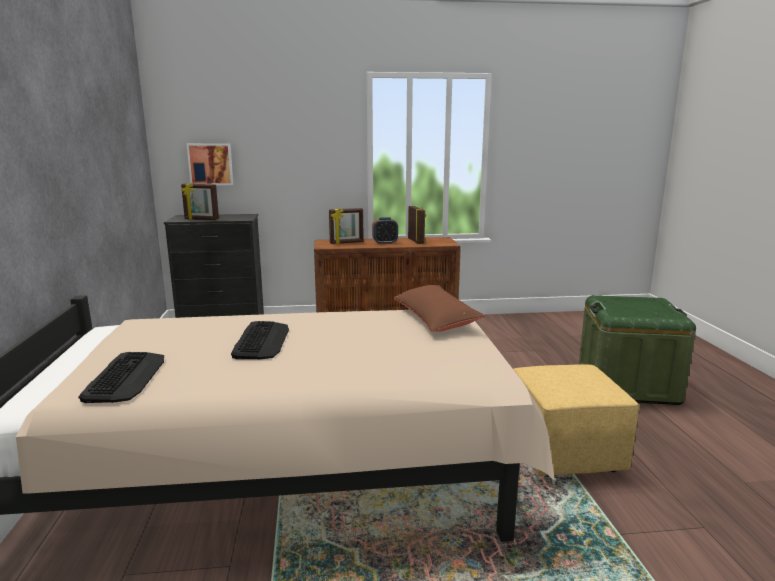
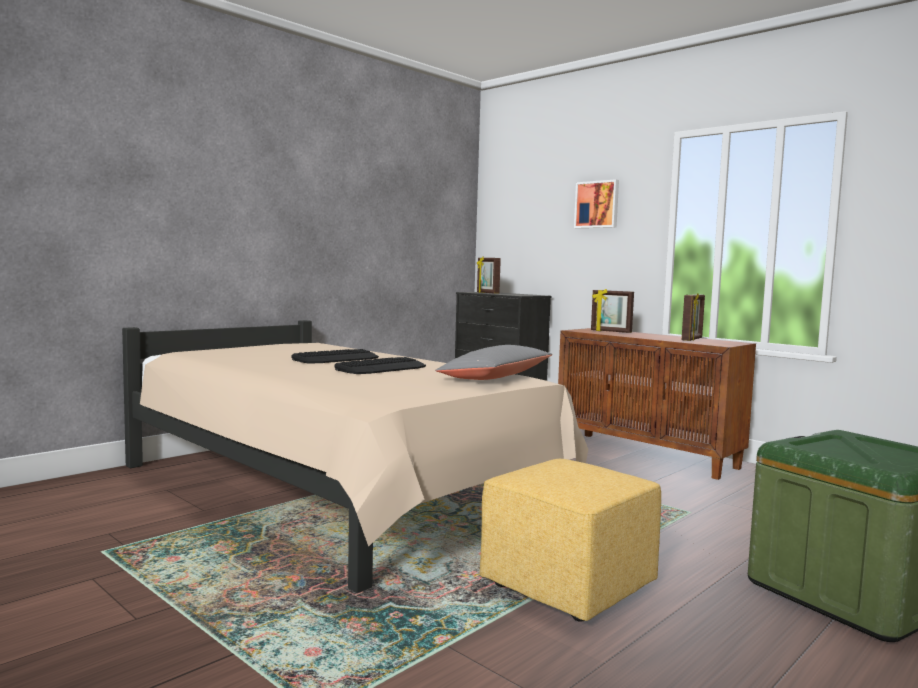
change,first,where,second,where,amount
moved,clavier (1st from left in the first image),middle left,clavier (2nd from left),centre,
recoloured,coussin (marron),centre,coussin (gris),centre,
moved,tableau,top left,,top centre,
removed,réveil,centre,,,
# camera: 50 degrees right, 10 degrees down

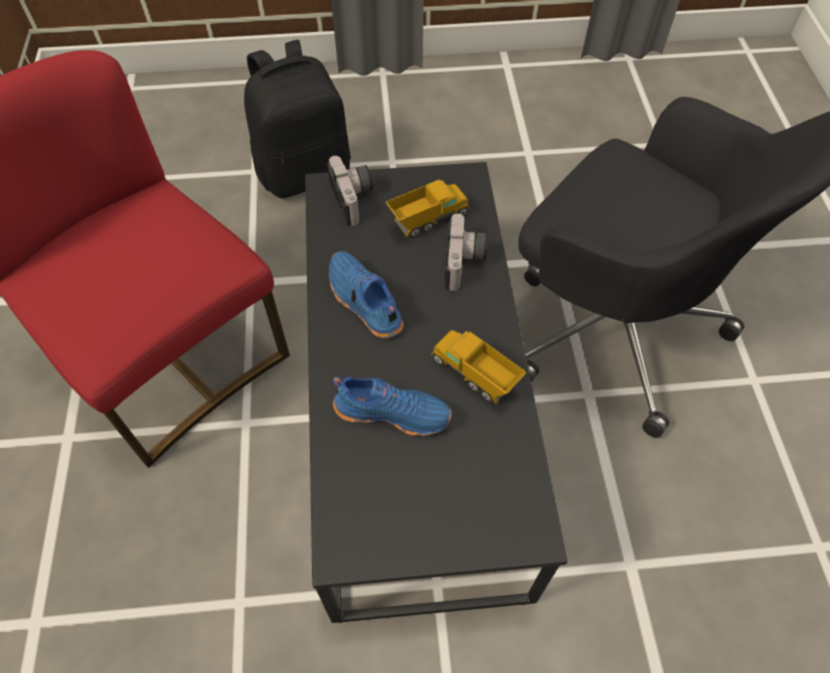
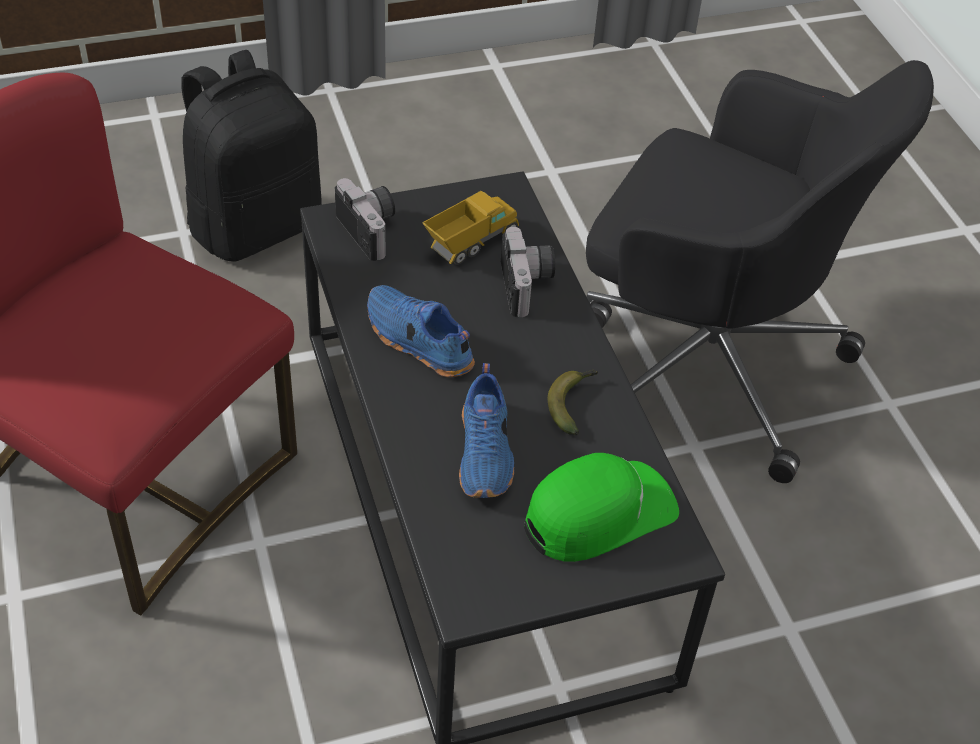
change,first,where,second,where,amount
turned,chaussure (bleu) (2nd from left),centre,,centre,90 degrees clockwise
added,,,casquette (vert),bottom centre,
replaced,camion jouet (2nd from left),centre,banane,centre,
# camera: 15 degrees left, 10 degrees down

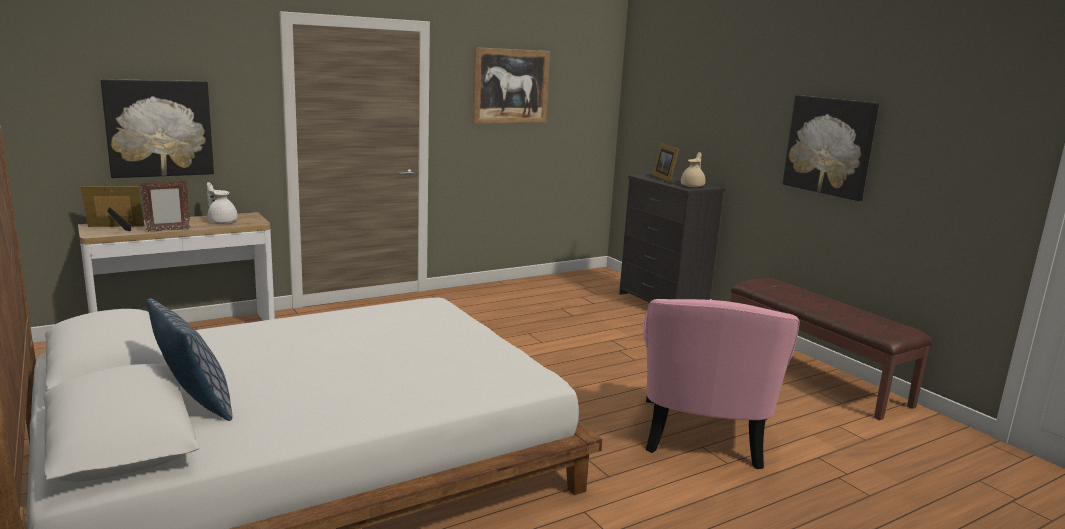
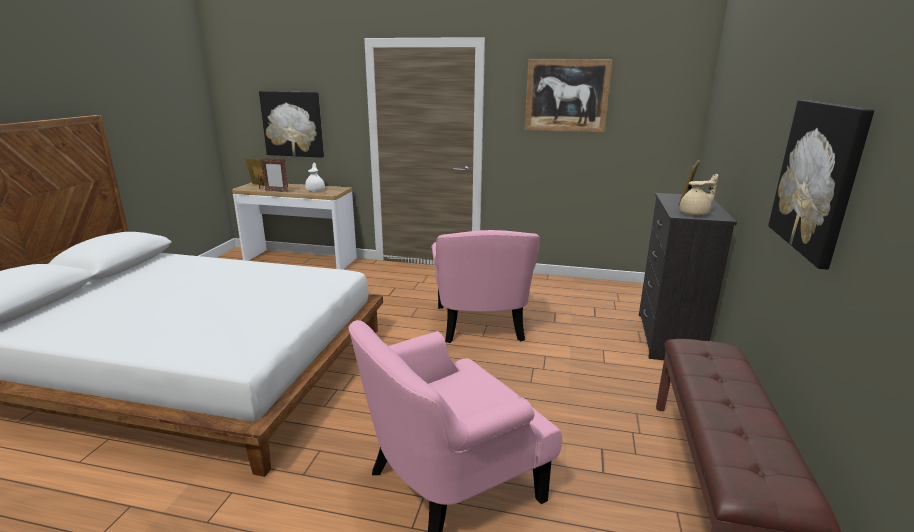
change,first,where,second,where,amount
added,,,fauteuil (rose) (2nd from left),centre,
removed,coussin,bottom left,,,
# camera: 45 degrees right, 5 degrees up

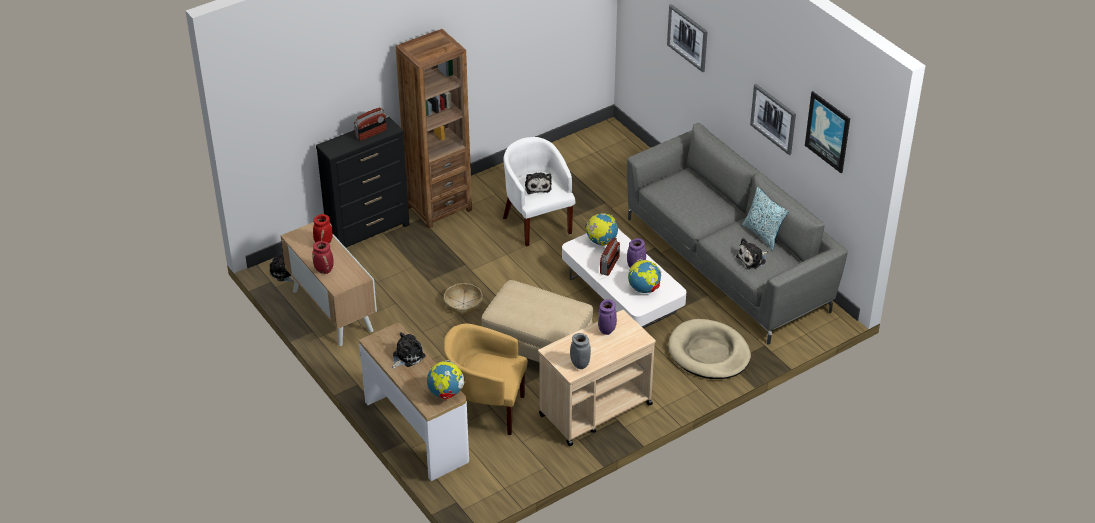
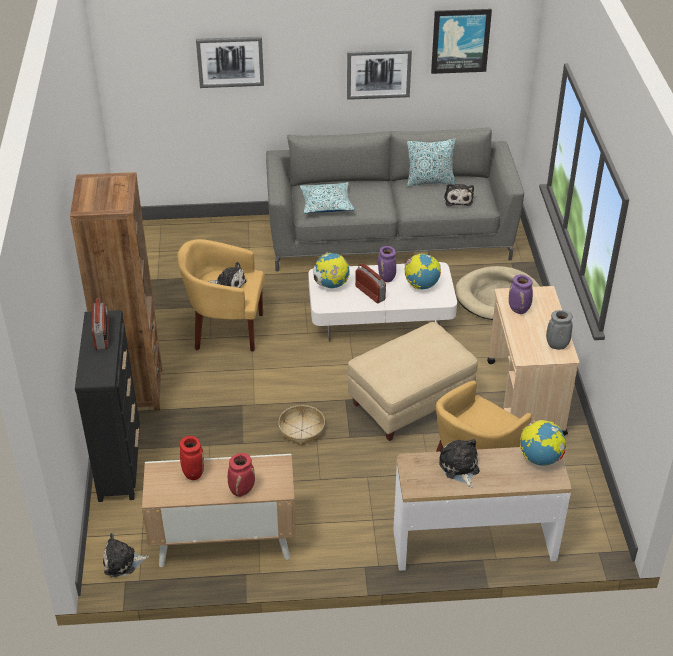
change,first,where,second,where,amount
recoloured,fauteuil (blanc),centre,fauteuil (jaune) (1st from left),middle left,
added,,,coussin (1st from left),top centre,
# camera: 60 degrees left, 0 degrees up

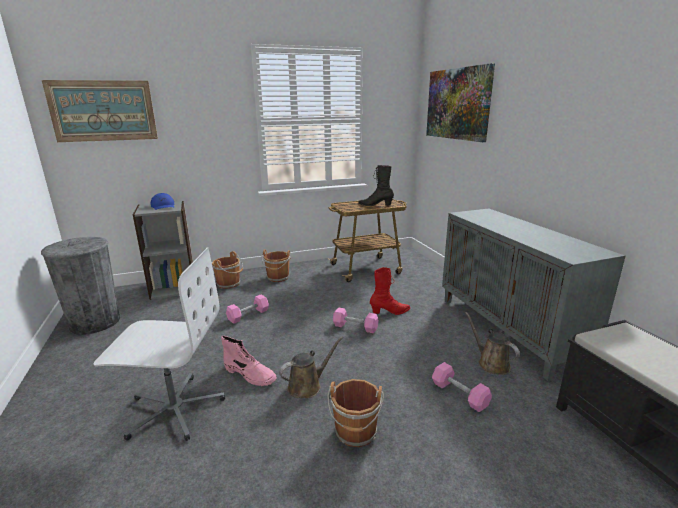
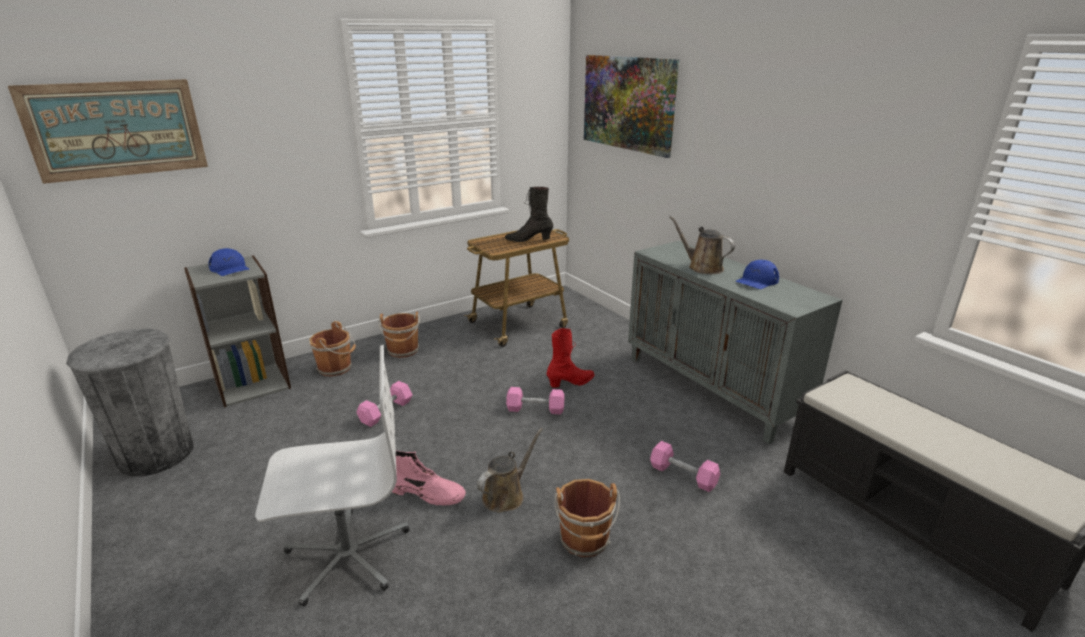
change,first,where,second,where,amount
moved,arrosoir (marron) (2nd from left),bottom right,,centre,
added,,,casquette (bleu) (2nd from left),middle right,
# camera: 15 degrees left, 5 degrees up

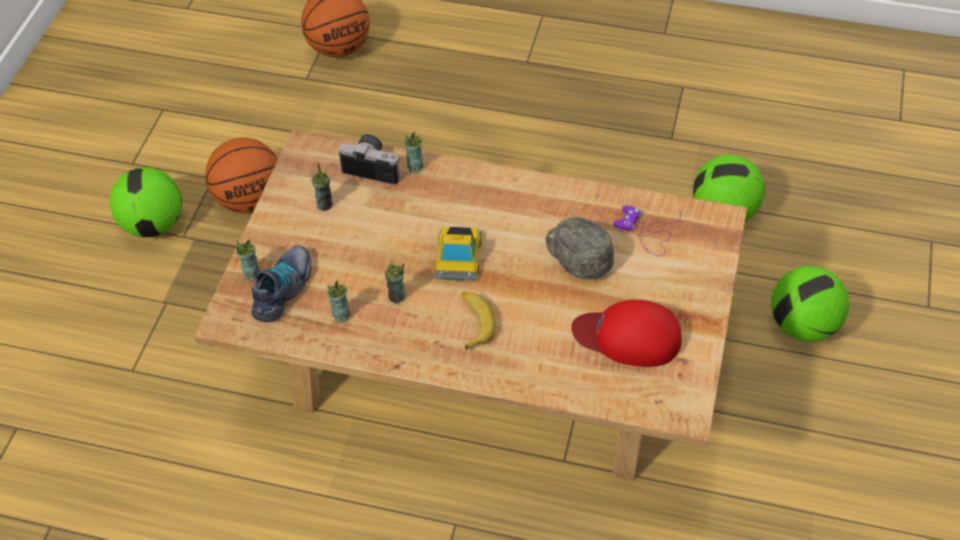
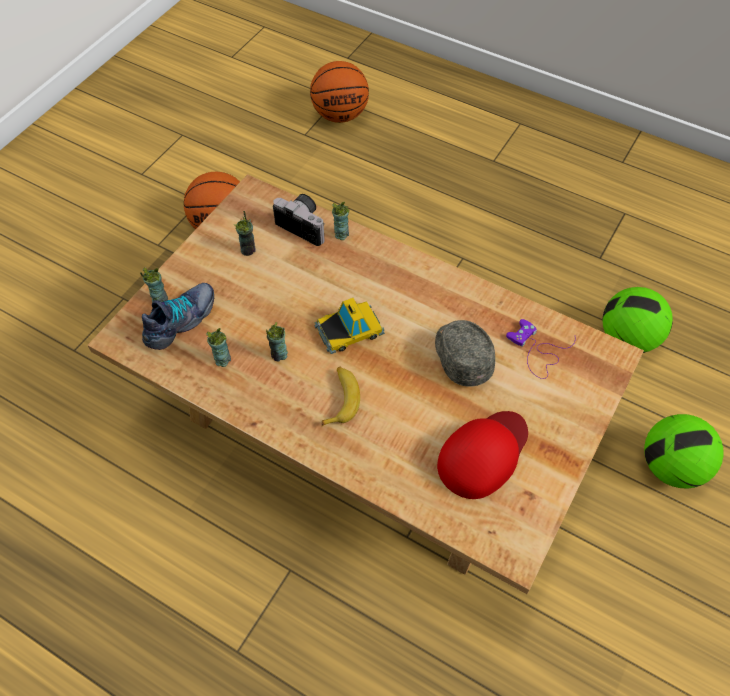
change,first,where,second,where,amount
turned,petite voiture,centre,,centre,135 degrees counterclockwise
turned,casquette (rouge),centre,,centre,105 degrees clockwise
removed,ballon de foot (1st from left),middle left,,,
# camera: 15 degrees right, 5 degrees up

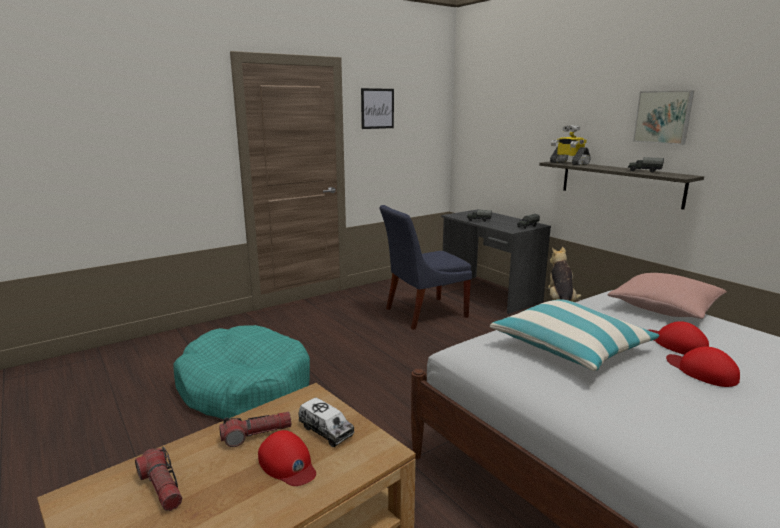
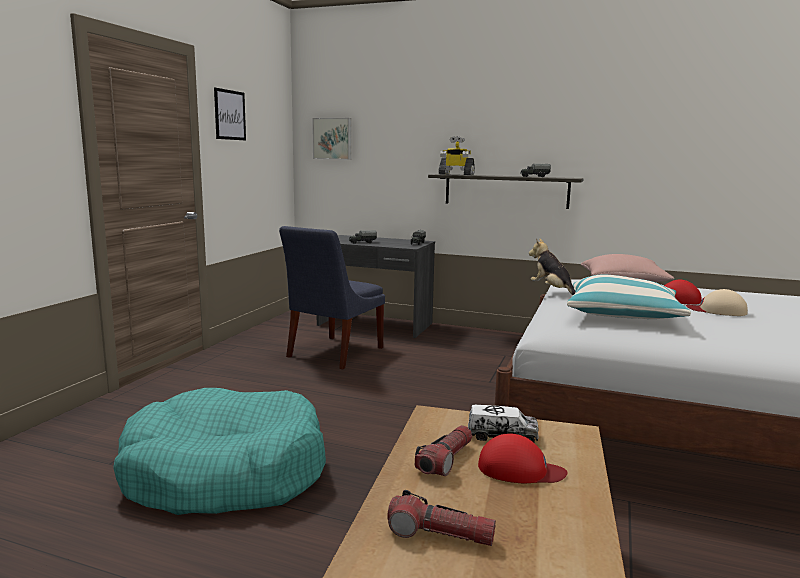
change,first,where,second,where,amount
moved,tableau (2nd from left),top right,,top centre,
recoloured,casquette (rouge) (3rd from left),bottom right,casquette (beige),middle right,
# camera: 35 degrees left, 5 degrees down

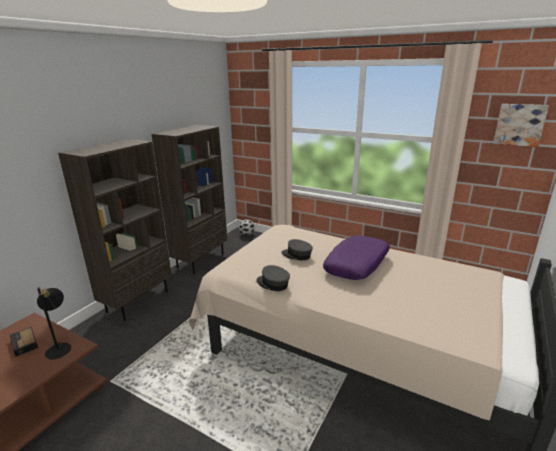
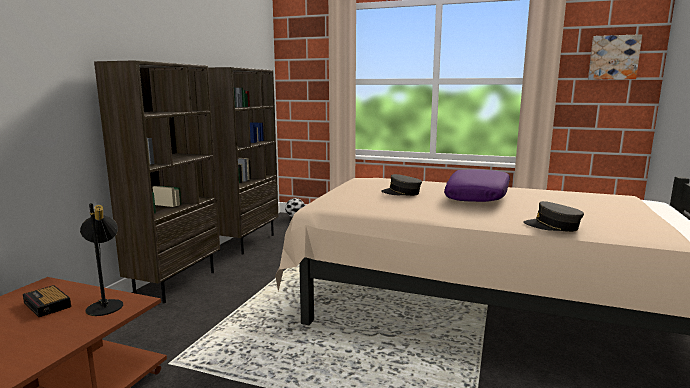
change,first,where,second,where,amount
moved,casquette (gris) (1st from left in the first image),centre,casquette (gris) (2nd from left),middle right,
# camera: 10 degrees left, 10 degrees down

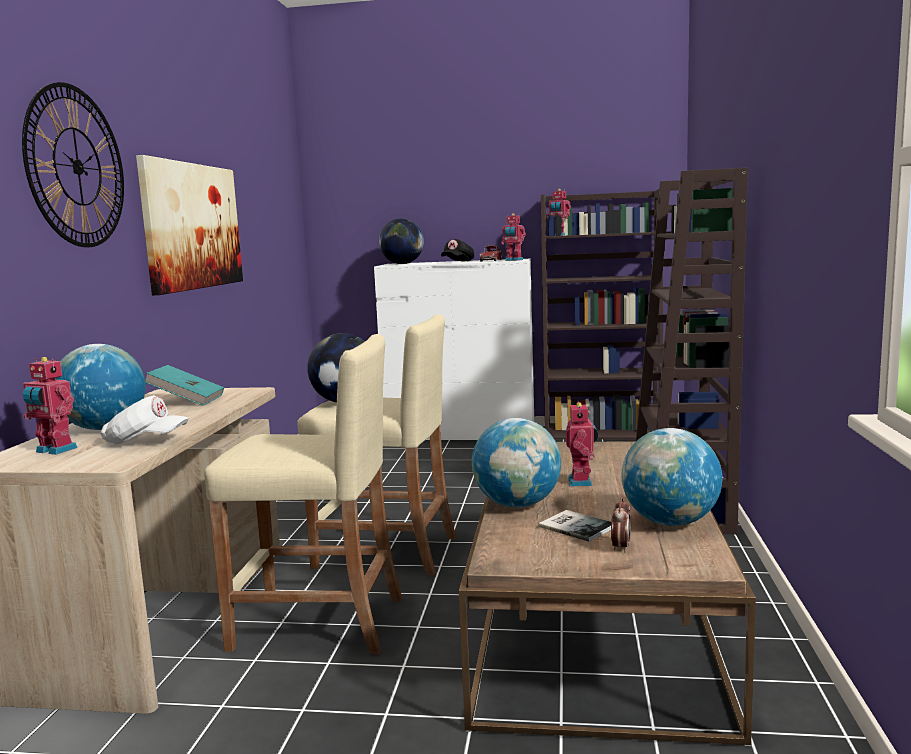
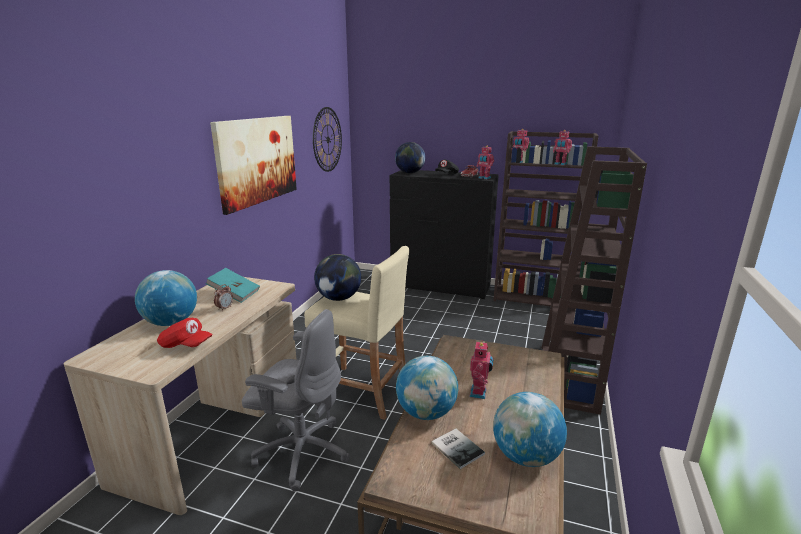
change,first,where,second,where,amount
recoloured,casquette (blanc),middle left,casquette (rouge),middle left,
moved,réveil,bottom right,,middle left,
replaced,tabouret (beige) (1st from left),middle left,chaise de bureau (gris),bottom centre,
moved,horloge murale,top left,,top centre,
recoloured,commode (blanc),centre,commode (noir),centre,
moved,robot jouet (1st from left in the first image),middle left,robot jouet (4th from left),top right,
# camera: 10 degrees right, 10 degrees up

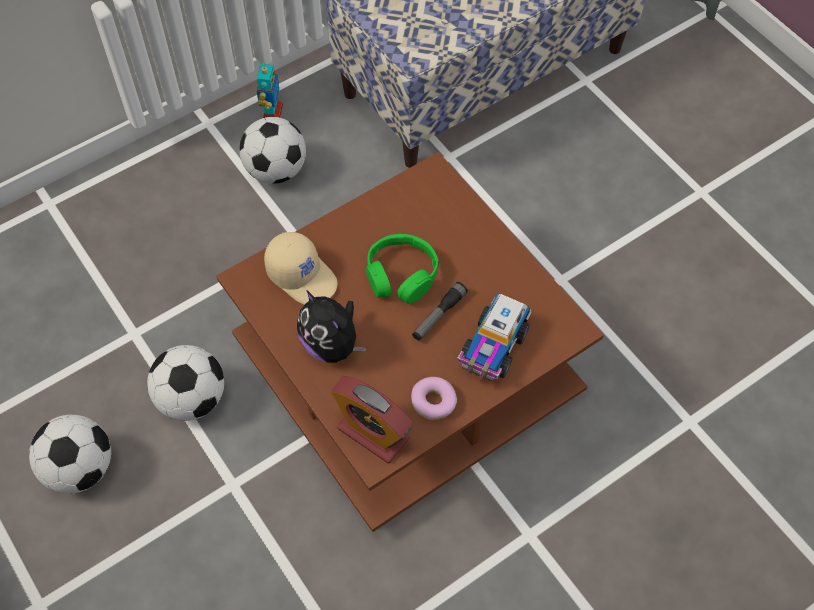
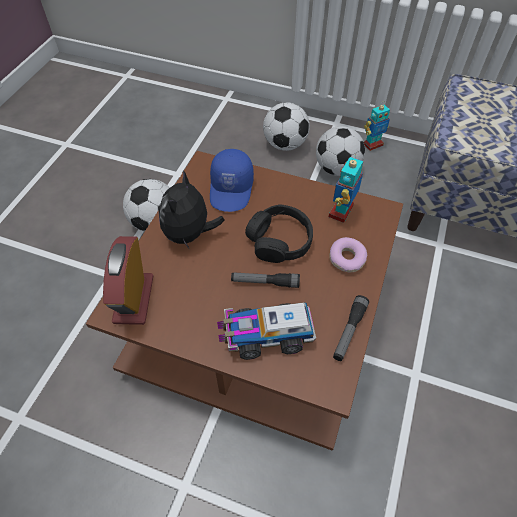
change,first,where,second,where,amount
recoloured,casquette (beige),centre,casquette (bleu),centre,
recoloured,casque audio (vert),centre,casque audio (noir),centre,
moved,ballon de foot (1st from left in the first image),bottom left,ballon de foot (2nd from left),top centre,
added,,,robot jouet (1st from left),middle right,
moved,beignet,centre,,middle right,
added,,,lampe de poche (2nd from left),middle right,
# camera: 55 degrees right, 5 degrees down

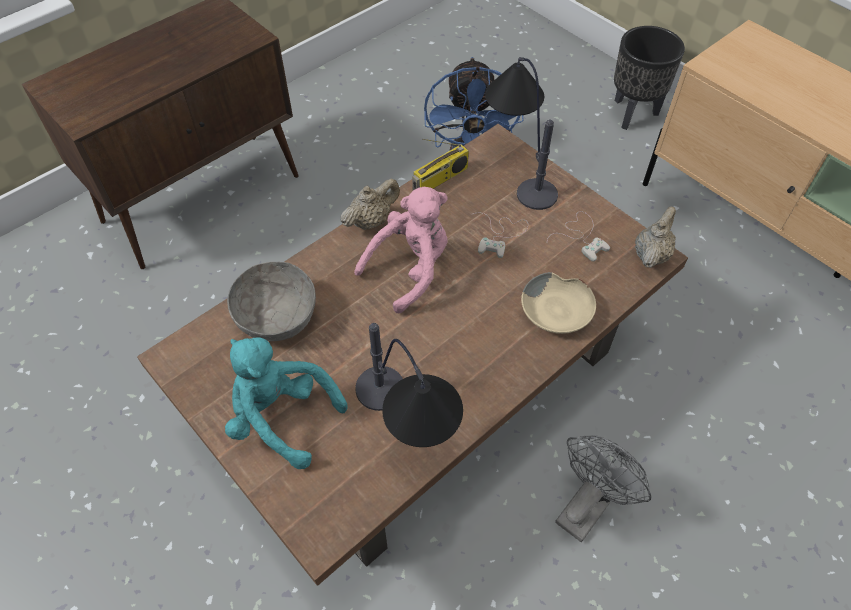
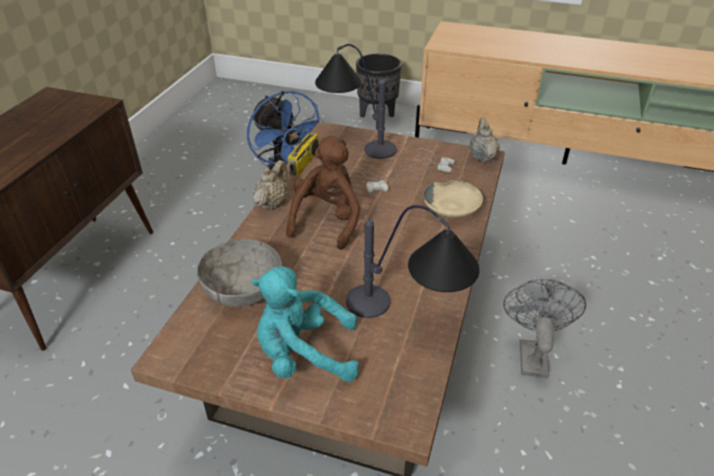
change,first,where,second,where,amount
recoloured,peluche (rose),centre,peluche (marron),centre,
# camera: 30 degrees left, 15 degrees down

